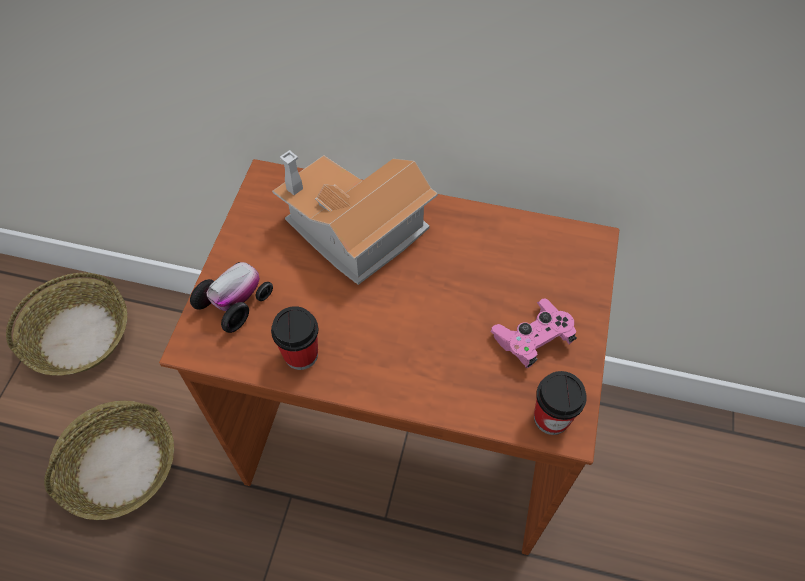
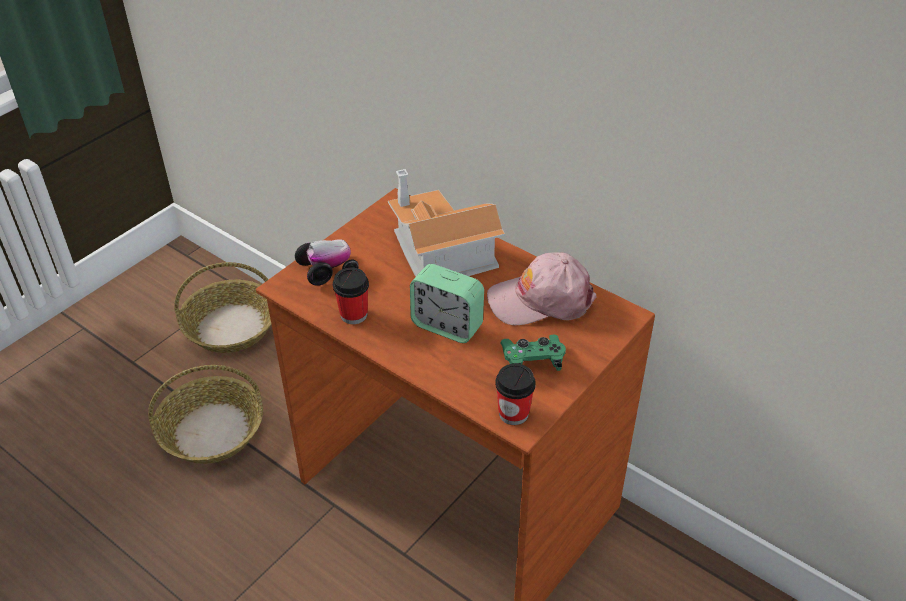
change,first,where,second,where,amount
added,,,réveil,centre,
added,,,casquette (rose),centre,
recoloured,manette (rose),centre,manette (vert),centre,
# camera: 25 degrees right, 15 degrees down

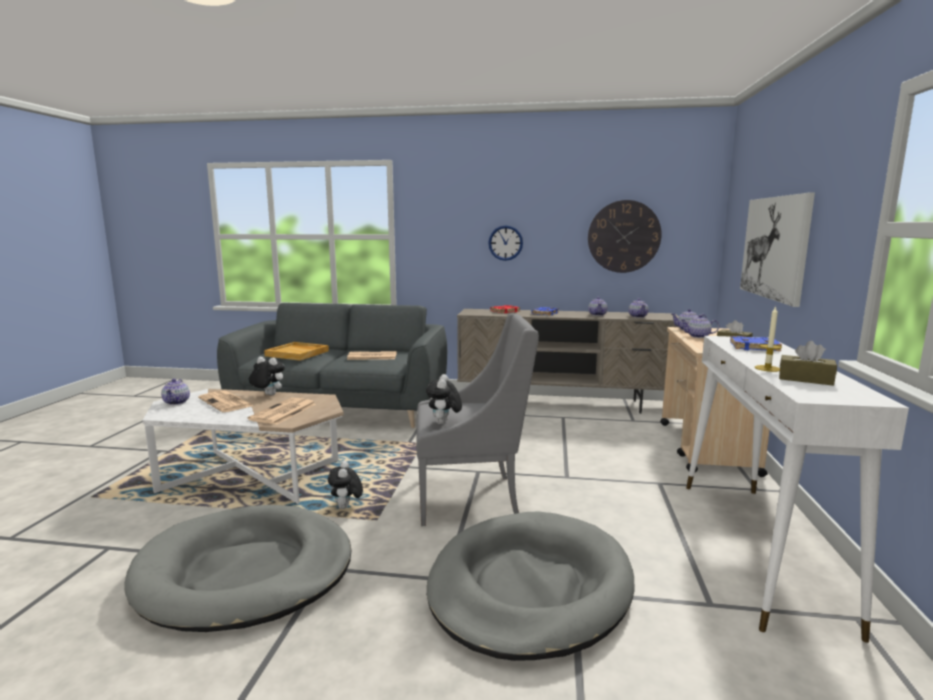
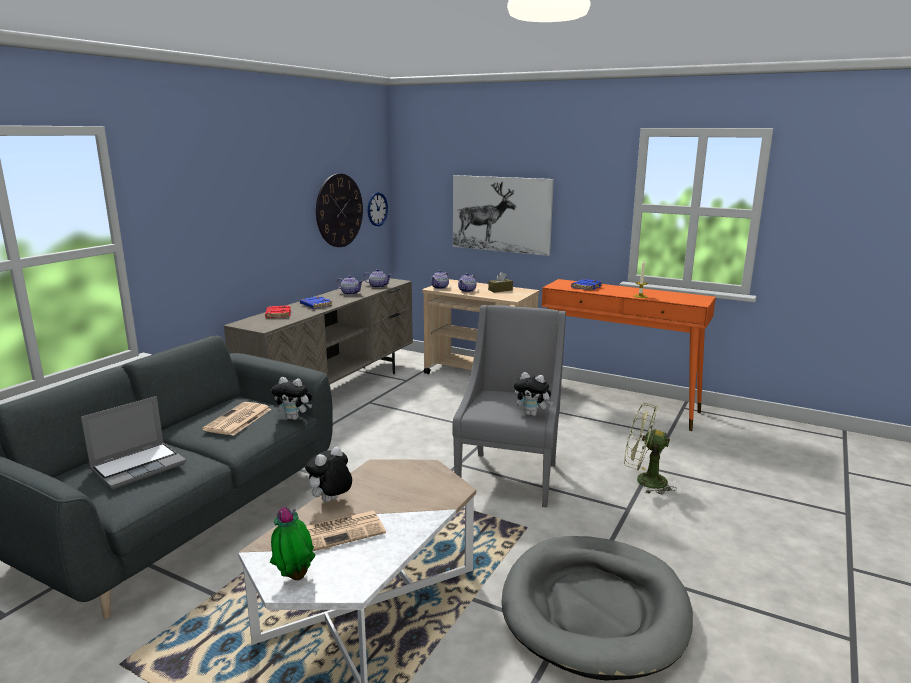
change,first,where,second,where,amount
replaced,plateau (beige),middle left,ordinateur portable,middle left,
replaced,théière (1st from left),middle left,plante en pot,bottom left,
moved,peluche (2nd from left in the first image),bottom centre,peluche (1st from left),middle left,
moved,horloge murale (1st from left in the first image),centre,horloge murale (2nd from left),top centre,
recoloured,table console (blanc),bottom right,table console (orange),middle right,
replaced,panier pour chien (gris) (2nd from left),bottom centre,ventilateur (vert),middle right,
removed,journal (2nd from left),middle left,,,
removed,boîte à mouchoirs (marron) (2nd from left),middle right,,,
# camera: 70 degrees left, 5 degrees up

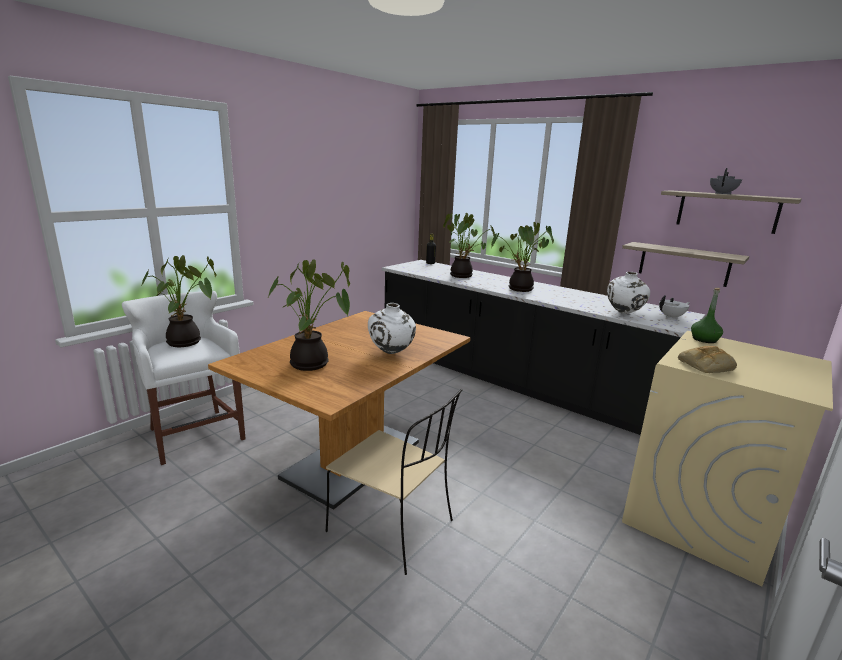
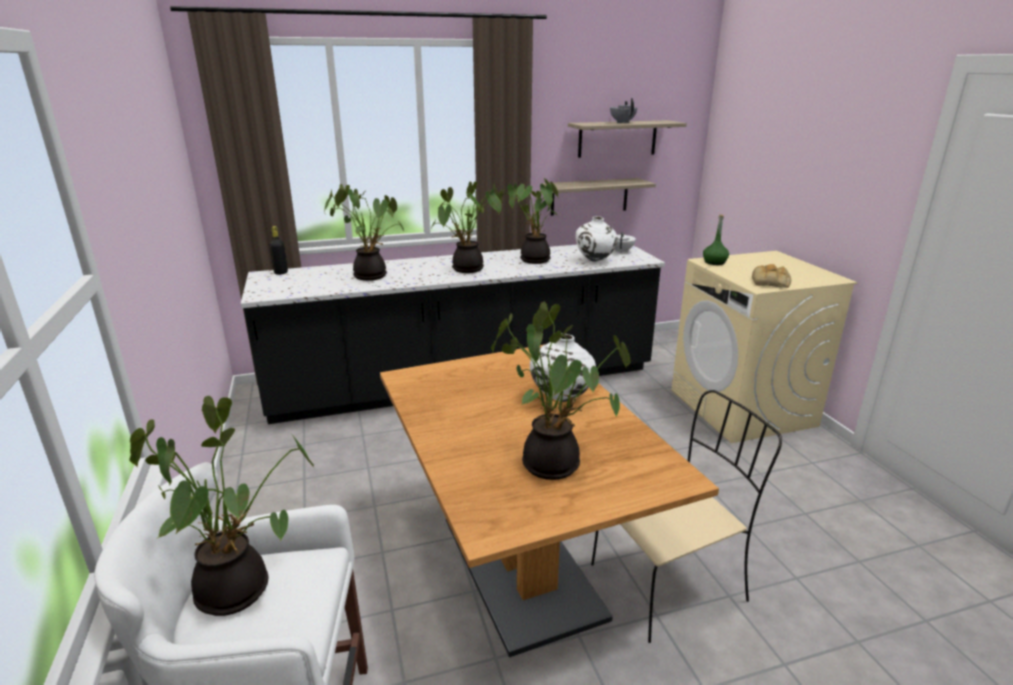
change,first,where,second,where,amount
added,,,plante en pot (4th from left),top centre,
# camera: 55 degrees left, 5 degrees up

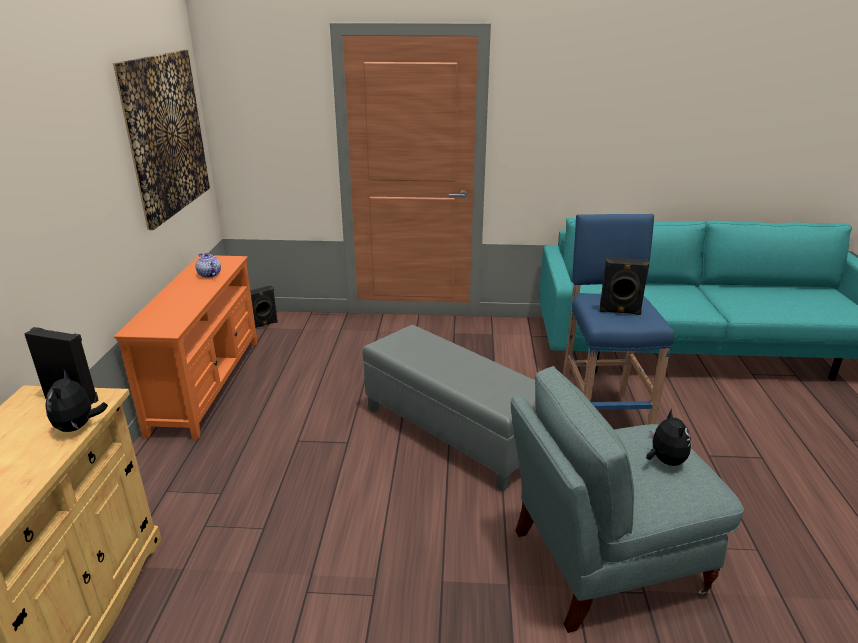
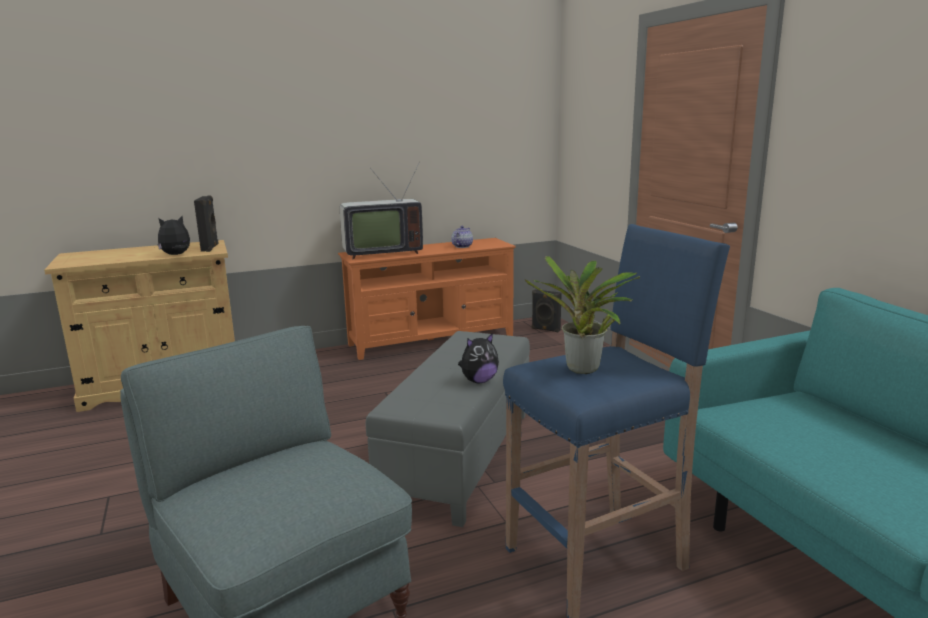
change,first,where,second,where,amount
added,,,téléviseur,centre,
moved,peluche (2nd from left),bottom right,,centre,
replaced,enceinte (noir) (3rd from left),middle right,plante en pot,centre,
removed,tableau,top left,,,
# camera: 65 degrees right, 10 degrees down

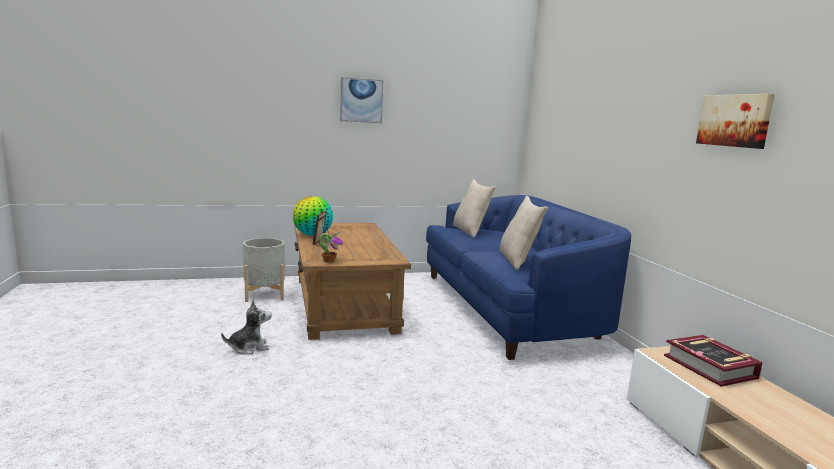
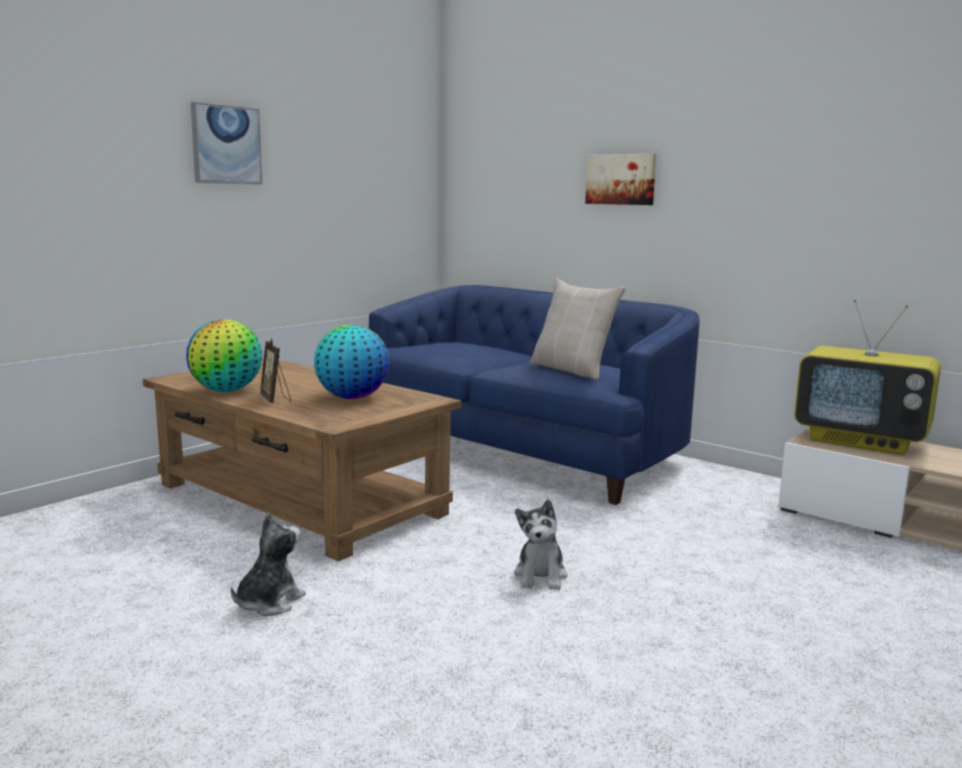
change,first,where,second,where,amount
added,,,globe (2nd from left),centre,
added,,,peluche (2nd from left),bottom centre,
moved,tableau (2nd from left),top right,,top centre,
replaced,livre,bottom right,téléviseur,middle right,
removed,cache-pot (gris),middle left,,,
removed,plante en pot,centre,,,
removed,coussin (beige) (1st from left),centre,,,
# camera: 35 degrees left, 0 degrees up

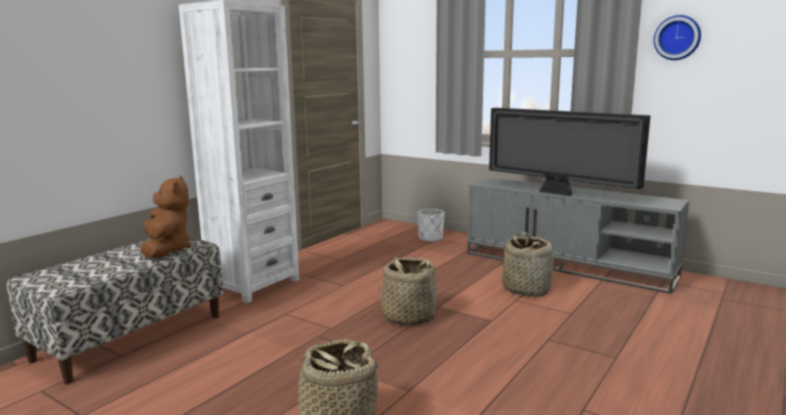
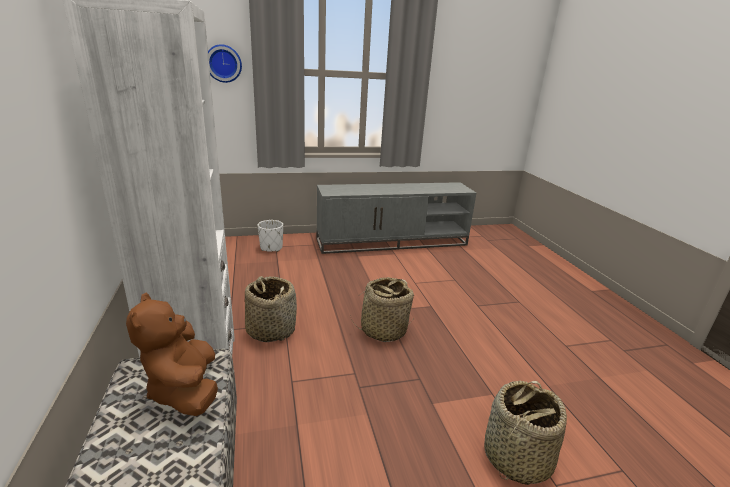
change,first,where,second,where,amount
turned,peluche (marron),middle left,,bottom left,135 degrees counterclockwise
moved,horloge murale,top right,,top left,
moved,panier (3rd from left in the first image),middle right,panier (1st from left),centre,
removed,téléviseur,middle right,,,
# camera: 50 degrees left, 10 degrees up

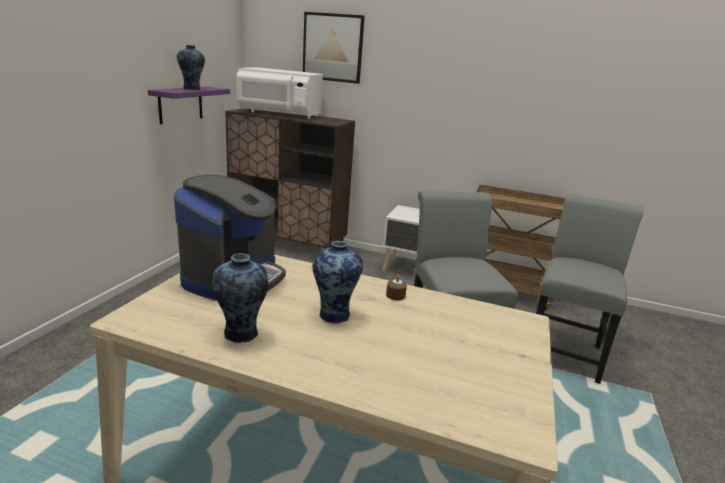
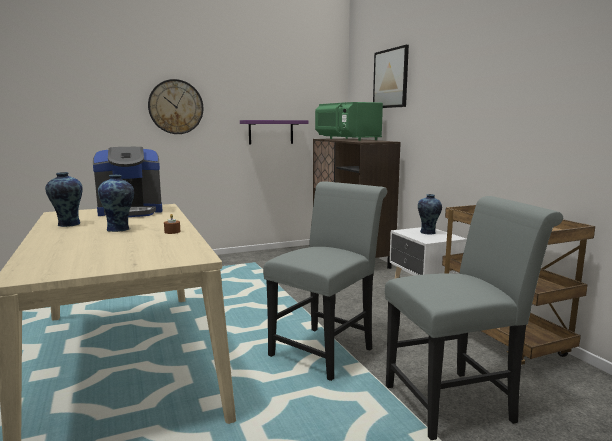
change,first,where,second,where,amount
added,,,horloge murale,top left,
recoloured,micro-ondes (blanc),top centre,micro-ondes (vert),top centre,
moved,vase (1st from left in the first image),top left,vase (3rd from left),middle right,
# camera: 50 degrees right, 10 degrees down

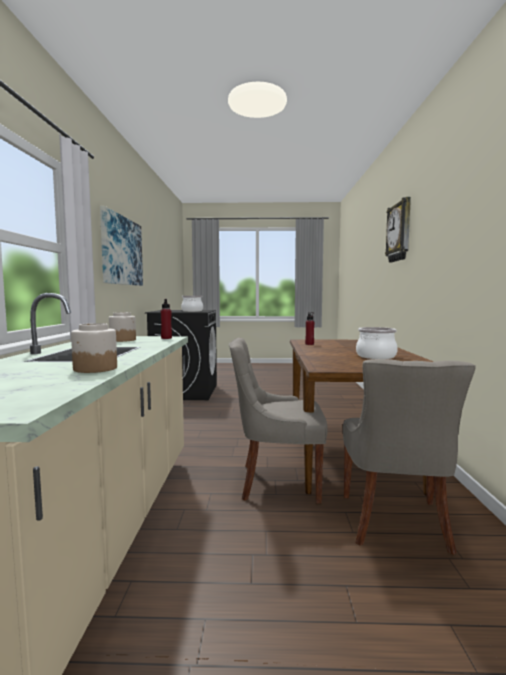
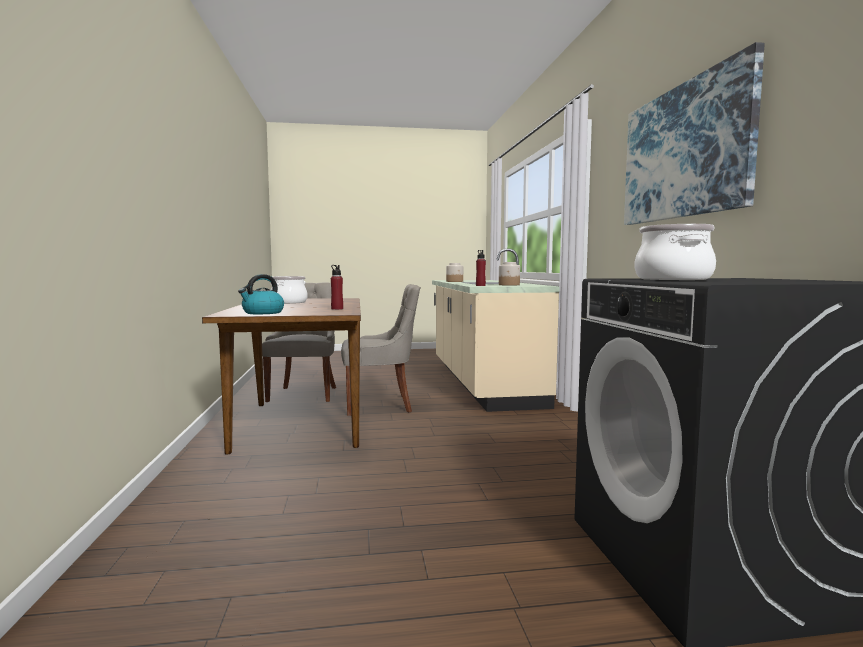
change,first,where,second,where,amount
added,,,bouilloire,middle left,
removed,horloge murale,middle right,,,
# camera: 170 degrees right, 0 degrees up

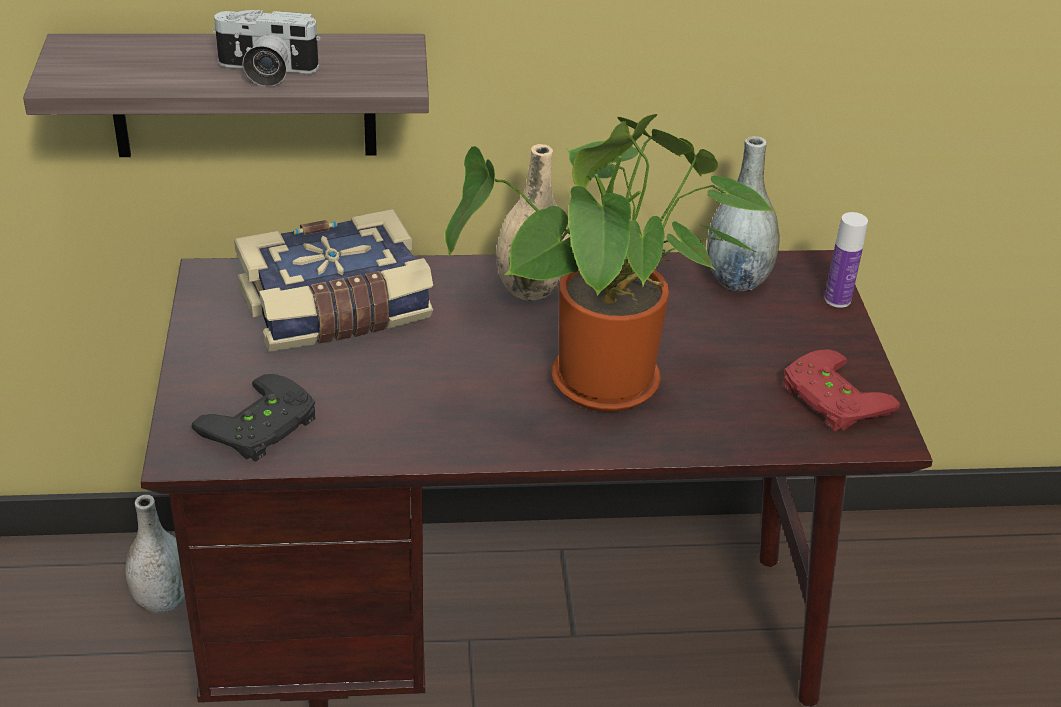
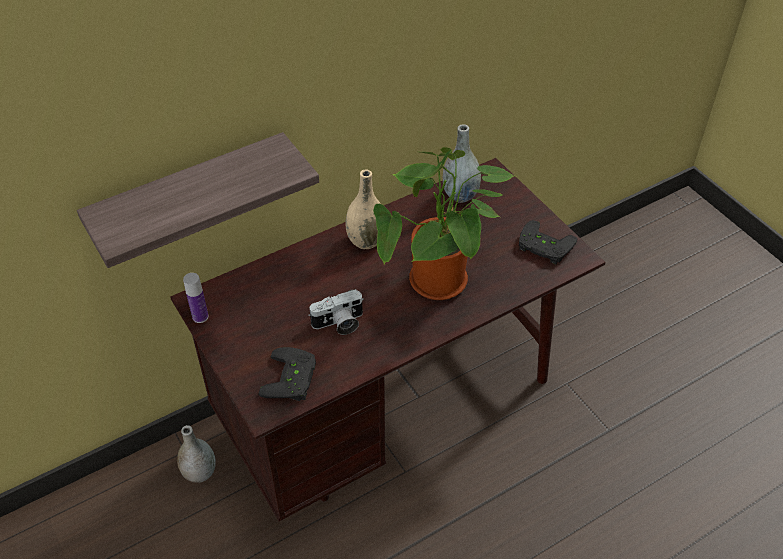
change,first,where,second,where,amount
moved,bouteille,middle right,,middle left,
moved,appareil photo,top left,,centre,
recoloured,manette (rouge),middle right,manette (noir) (2nd from left),middle right,
removed,livre,middle left,,,
# camera: 25 degrees left, 10 degrees up

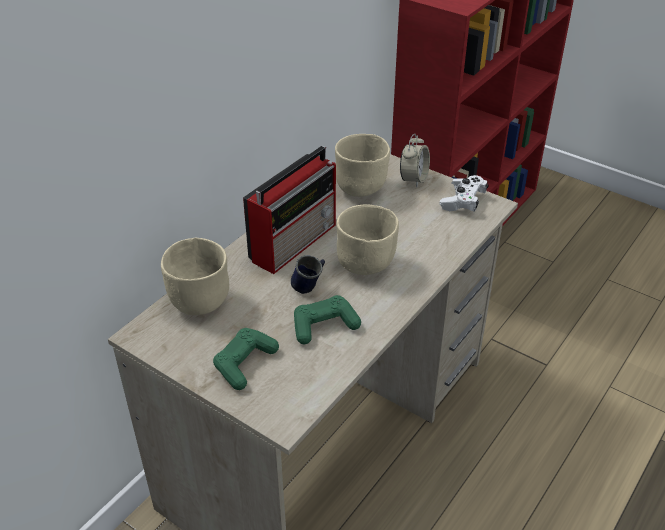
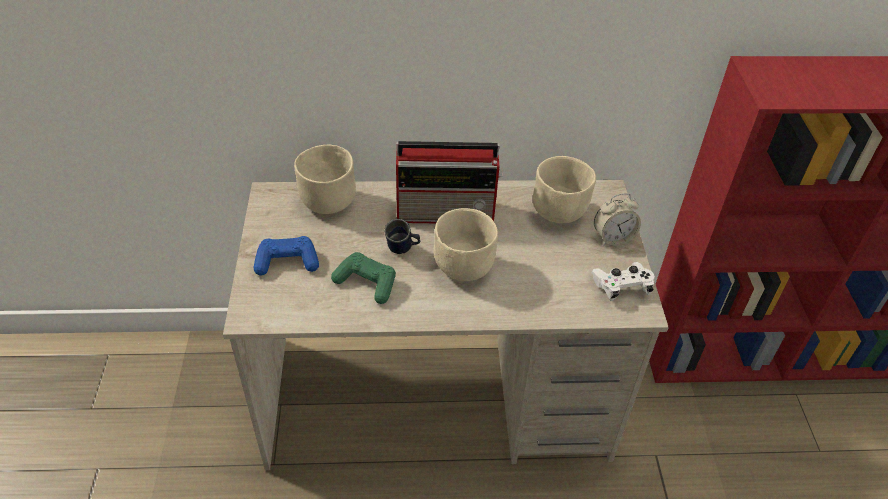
change,first,where,second,where,amount
recoloured,manette (vert) (1st from left),bottom centre,manette (bleu),middle left,
# camera: 50 degrees right, 5 degrees up

